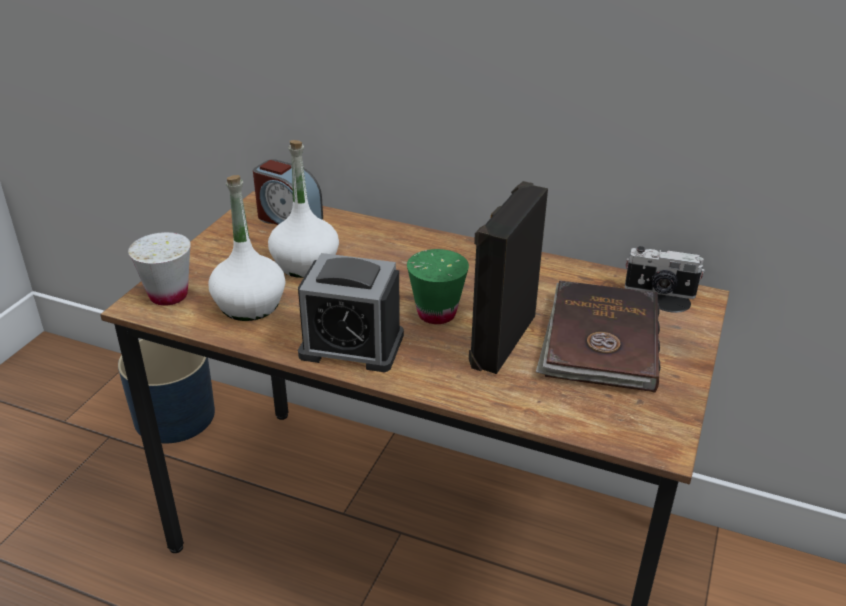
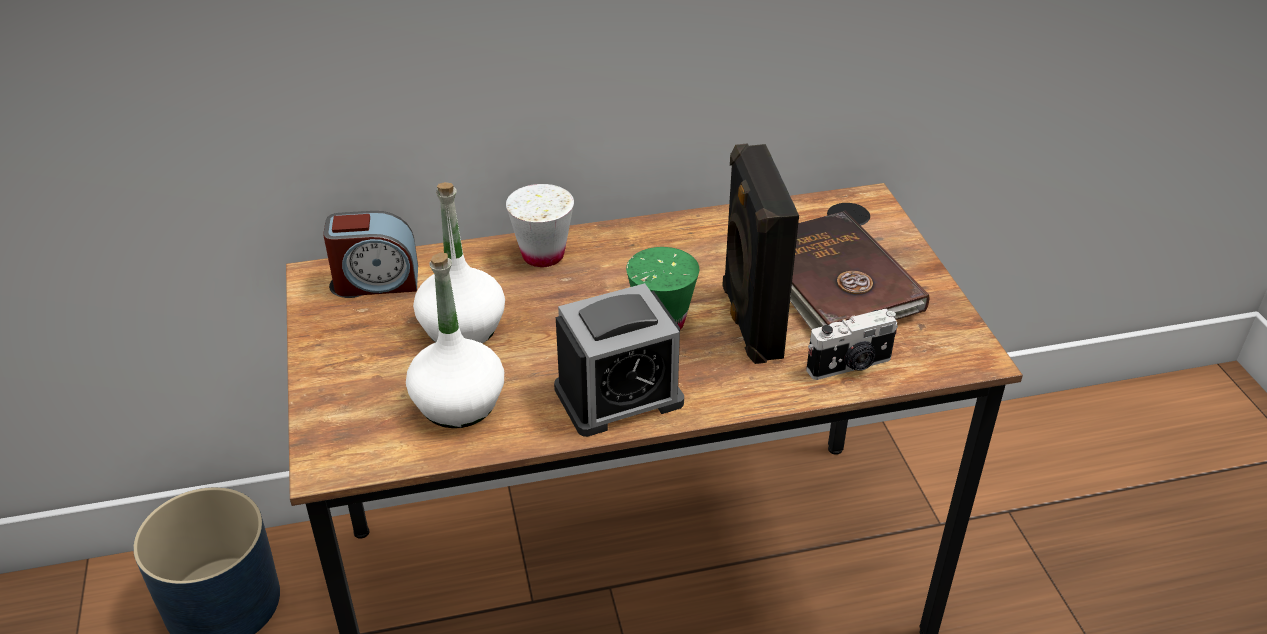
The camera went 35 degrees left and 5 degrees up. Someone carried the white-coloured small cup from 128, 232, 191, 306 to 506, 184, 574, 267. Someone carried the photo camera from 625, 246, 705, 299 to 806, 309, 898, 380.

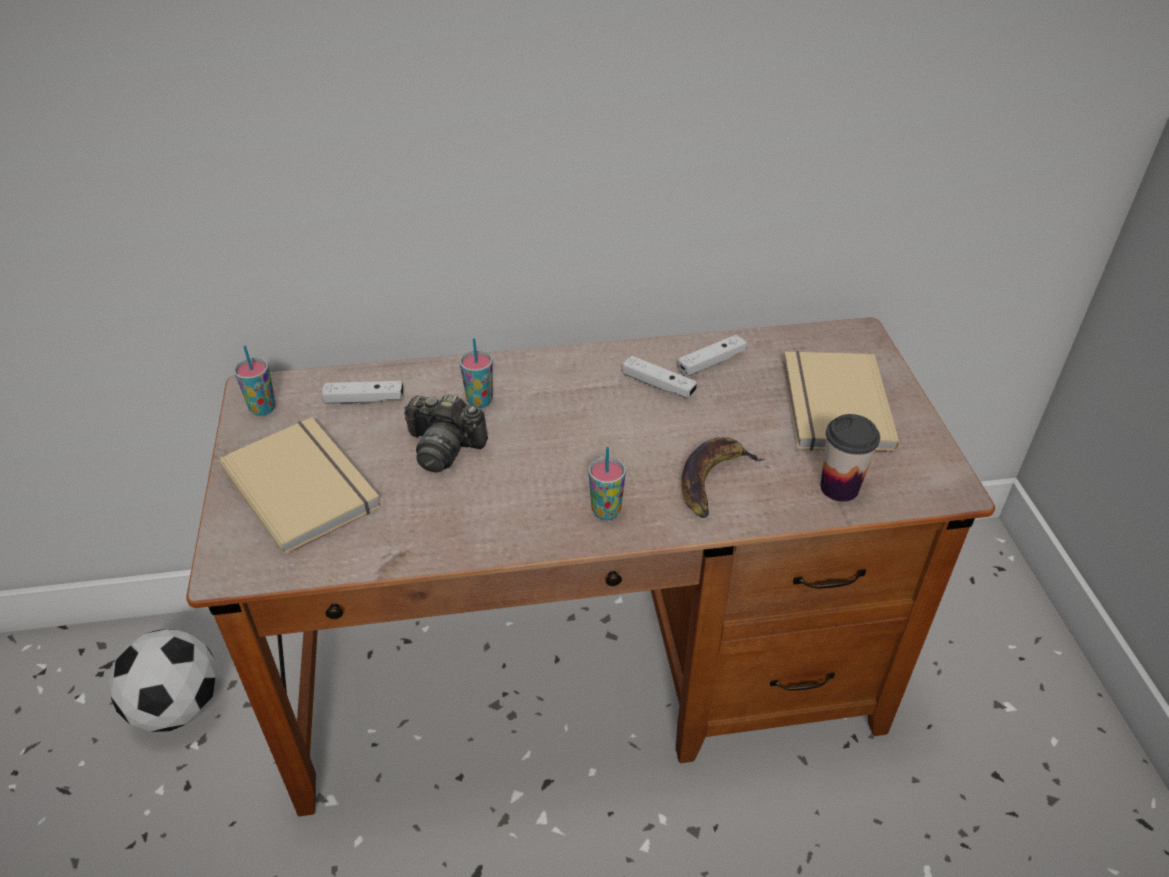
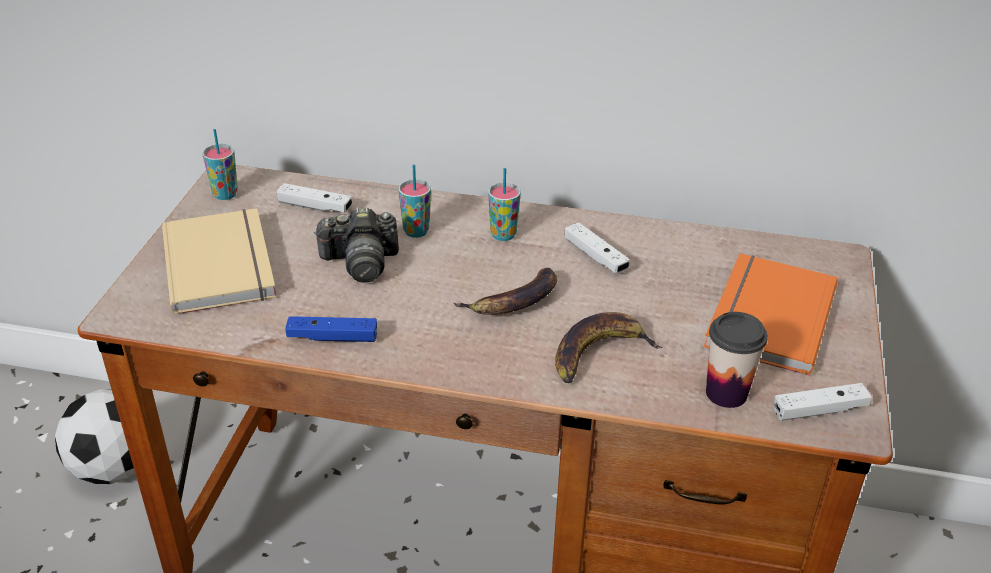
The camera went 20 degrees right and 5 degrees down. Someone put down the blue gamepad at 286, 316, 377, 342. Someone put down the banana fruit at 454, 268, 557, 315. Someone carried the small cup from 589, 447, 626, 520 to 488, 168, 521, 241. Someone carried the white-coloured gamepad from 678, 334, 747, 377 to 773, 383, 872, 421. Someone repainted the beige book at 783, 351, 900, 452, which became the orange-coloured book at 704, 253, 838, 375. Someone rotated the photo camera at 404, 394, 488, 473 by 45 degrees counterclockwise.

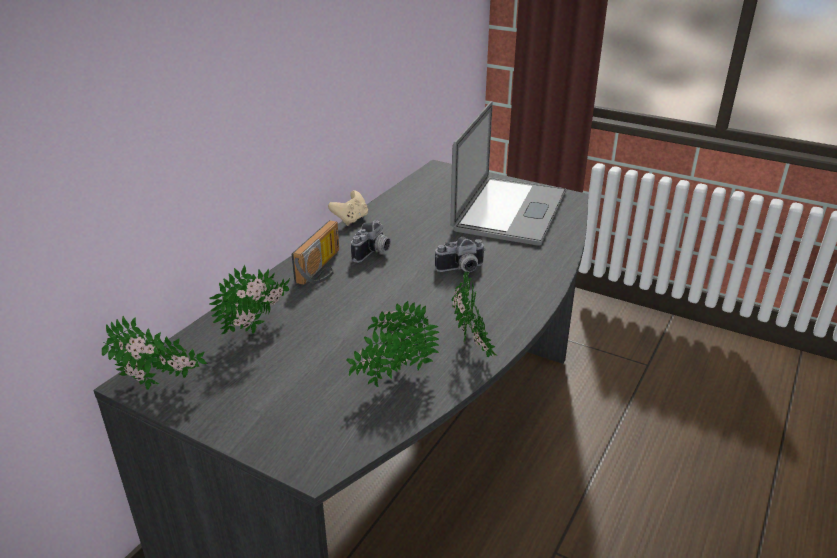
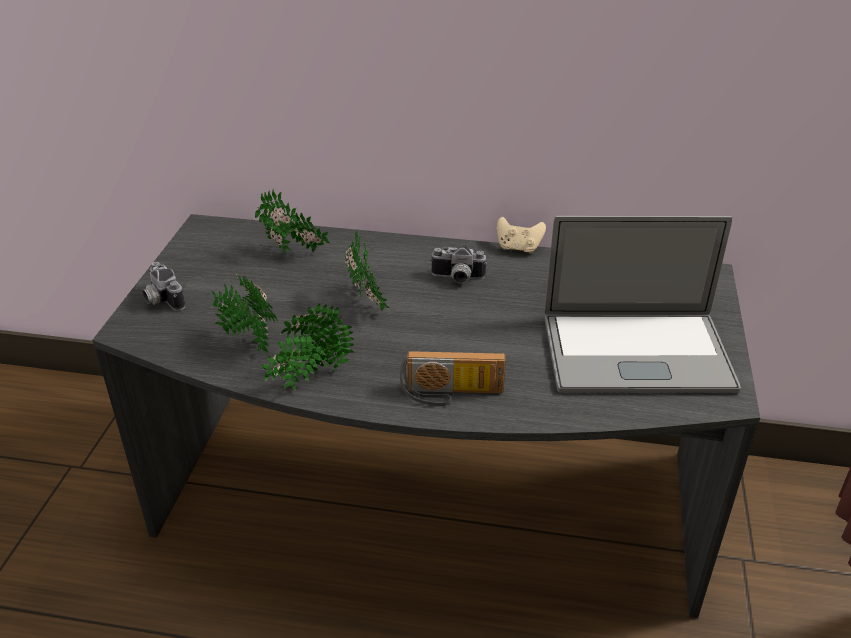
The camera went 70 degrees right and 5 degrees up. Someone carried the houseplant from 102, 316, 207, 390 to 345, 230, 390, 310. Someone carried the radio from 292, 220, 339, 285 to 400, 351, 506, 406. Someone carried the photo camera from 435, 237, 486, 272 to 142, 262, 185, 311.

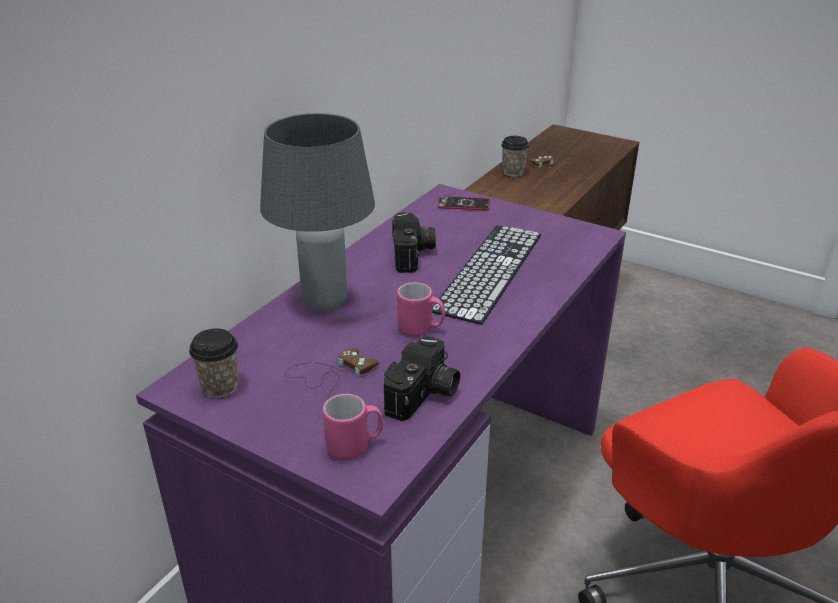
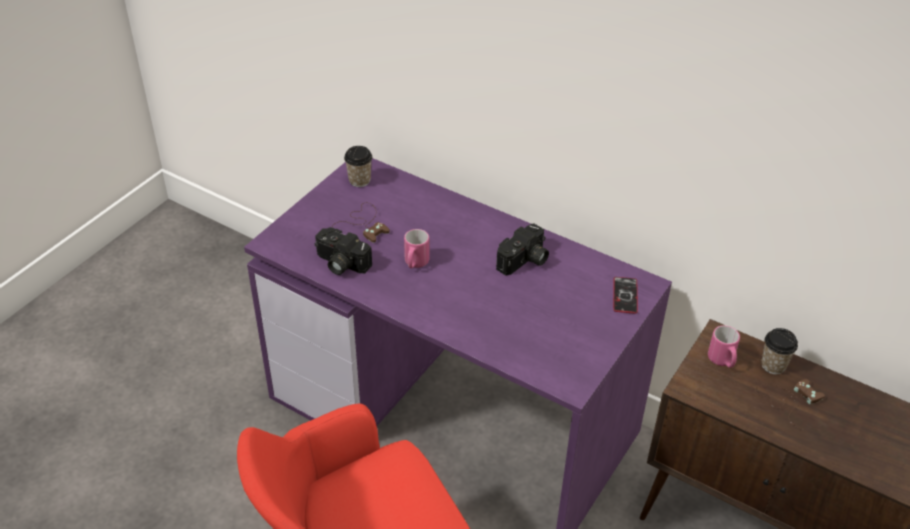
The camera went 90 degrees right and 10 degrees up. Someone took away the greyish table lamp at 260, 113, 375, 311. Someone took away the computer keyboard at 432, 225, 541, 325. Someone carried the pink coffee mug from 323, 394, 383, 461 to 708, 325, 740, 368. Someone rotated the photo camera at 392, 212, 436, 273 by 45 degrees counterclockwise.

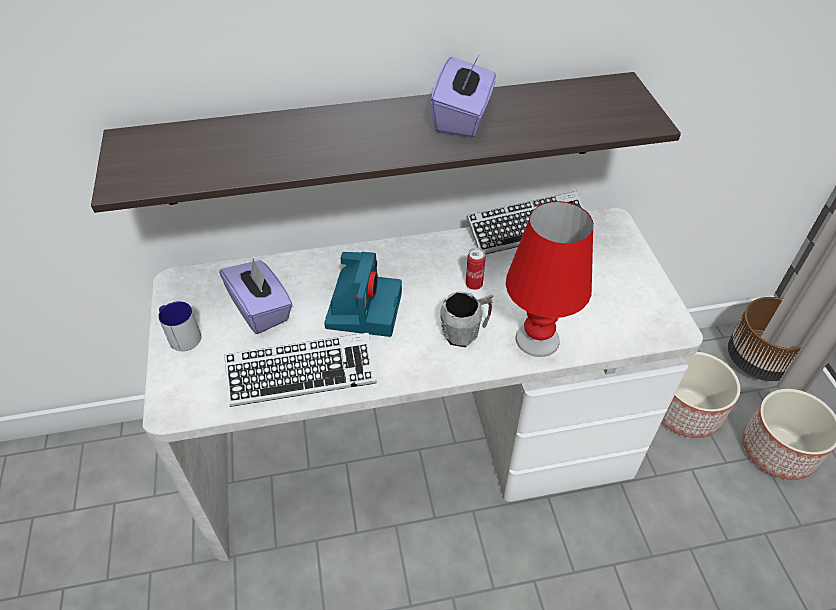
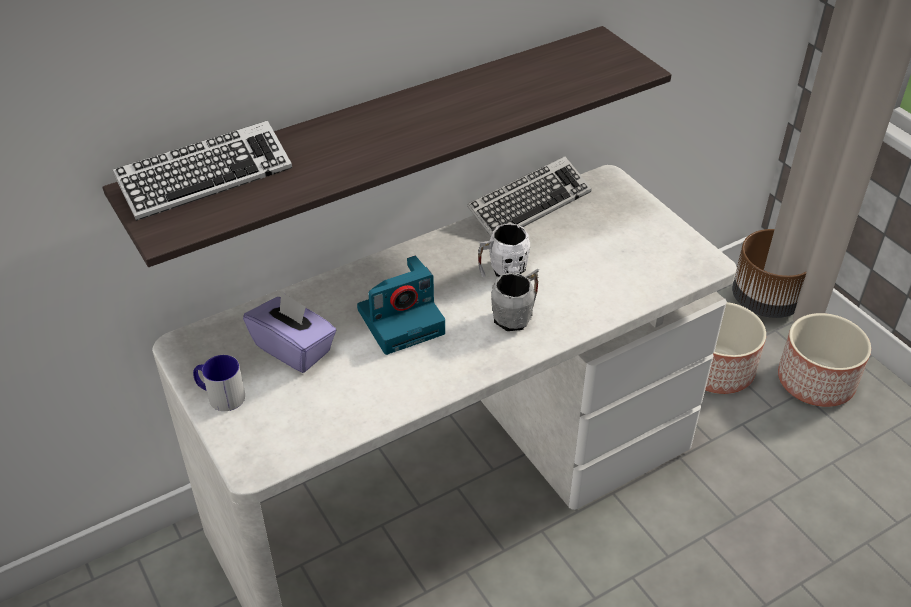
The camera went 20 degrees left and 5 degrees down. Someone took away the purplish tissue holder at 430, 54, 496, 138. Someone took away the red-coloured table lamp at 506, 201, 593, 357. Someone carried the computer keyboard from 224, 333, 377, 407 to 112, 120, 292, 221. Someone swapped the metal can at 466, 248, 486, 290 for the white-coloured coffee mug at 478, 223, 530, 277. Someone rotated the photo camera at 324, 252, 402, 337 by 75 degrees clockwise.

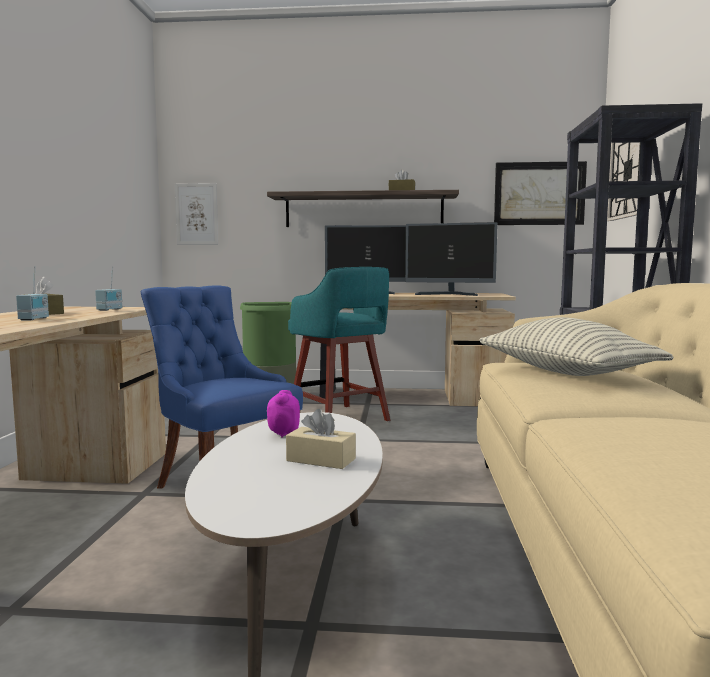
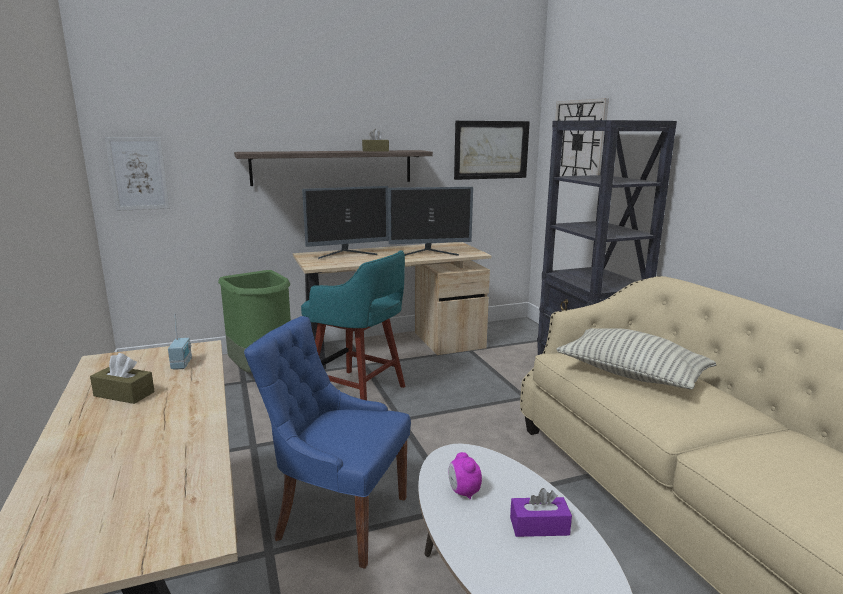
The camera went 25 degrees left and 10 degrees up. Someone took away the radio at 16, 267, 49, 321. Someone repainted the beige tissue holder at 286, 409, 356, 469, which became the purplish tissue holder at 510, 488, 572, 537.

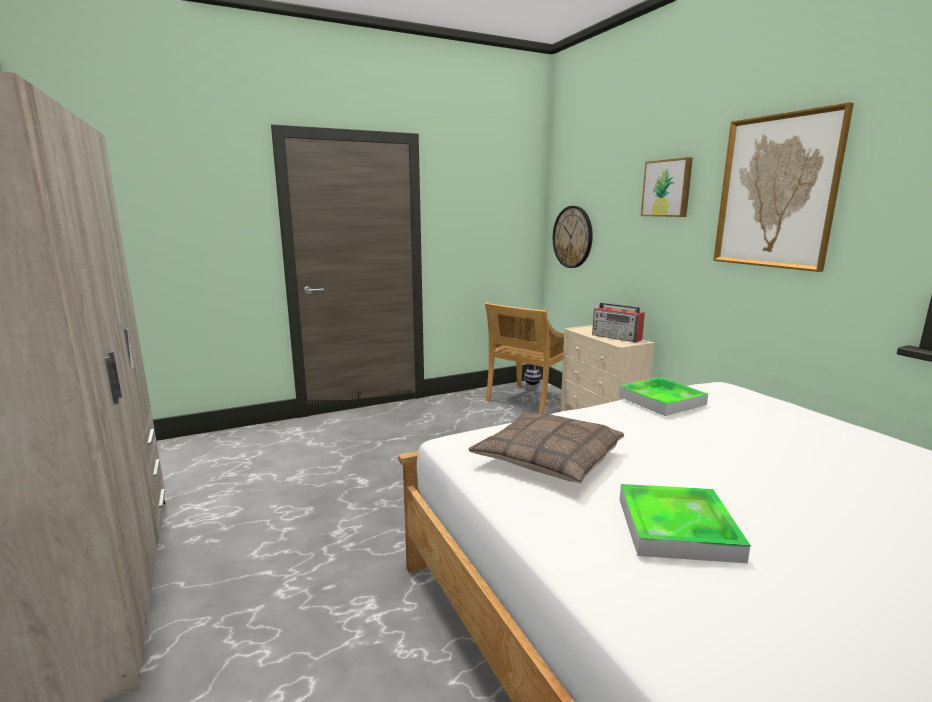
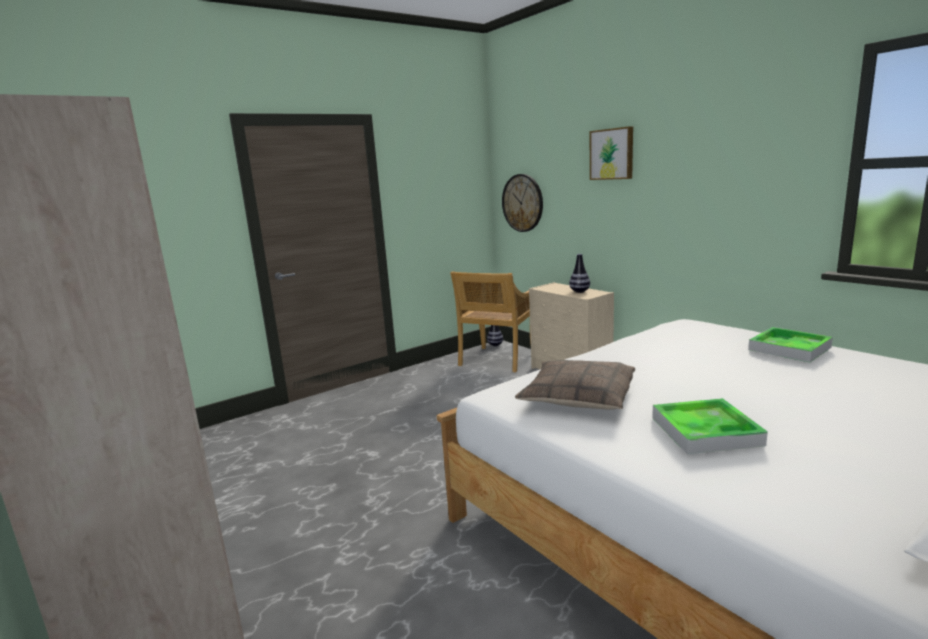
The camera went 10 degrees left and 0 degrees up. Someone took away the wall art at 713, 102, 854, 272. Someone carried the tray from 619, 377, 708, 416 to 748, 327, 833, 362. Someone swapped the radio at 592, 302, 645, 343 for the decorative vase at 569, 254, 590, 293.

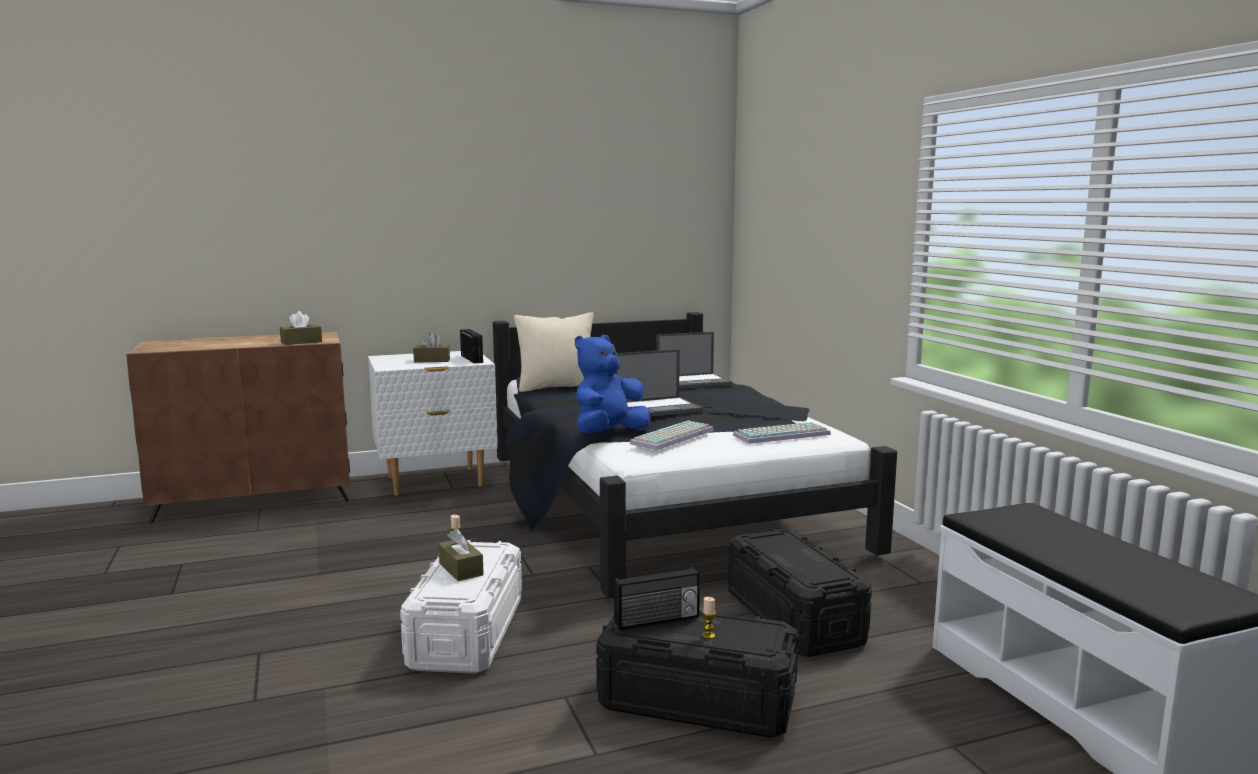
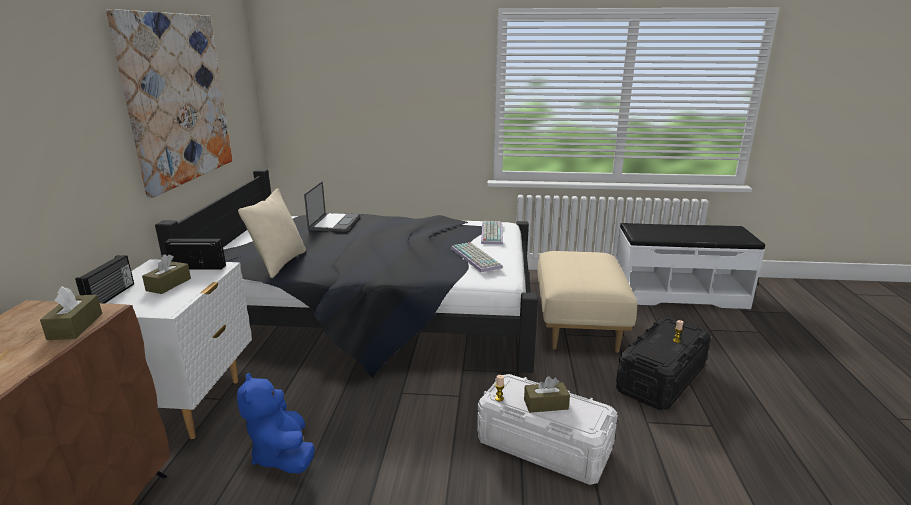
The camera went 65 degrees left and 10 degrees up. Someone took away the laptop at 615, 349, 703, 417. Someone put up the wall art at 106, 9, 232, 198. Someone carried the blue soft toy from 575, 335, 651, 433 to 237, 373, 315, 474. Someone carried the radio from 614, 567, 700, 630 to 75, 255, 134, 303. Someone swapped the black-coloured storage bin at 727, 529, 872, 657 for the beige footrest at 537, 251, 637, 352.

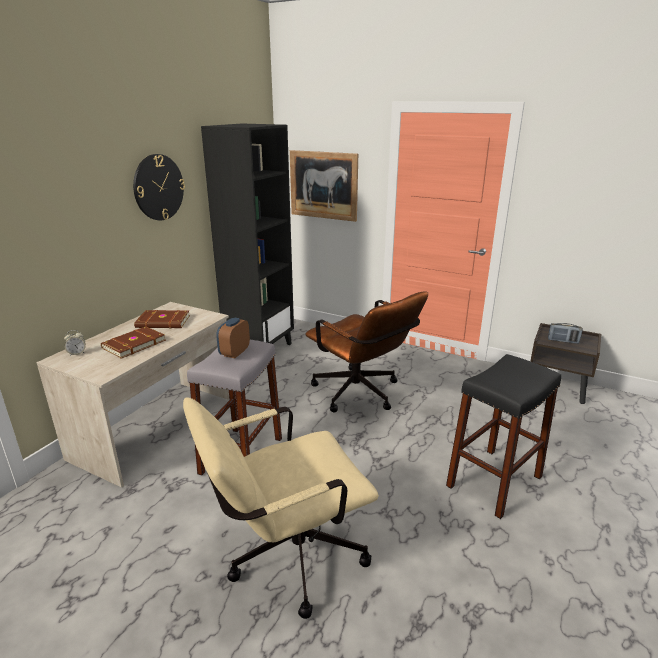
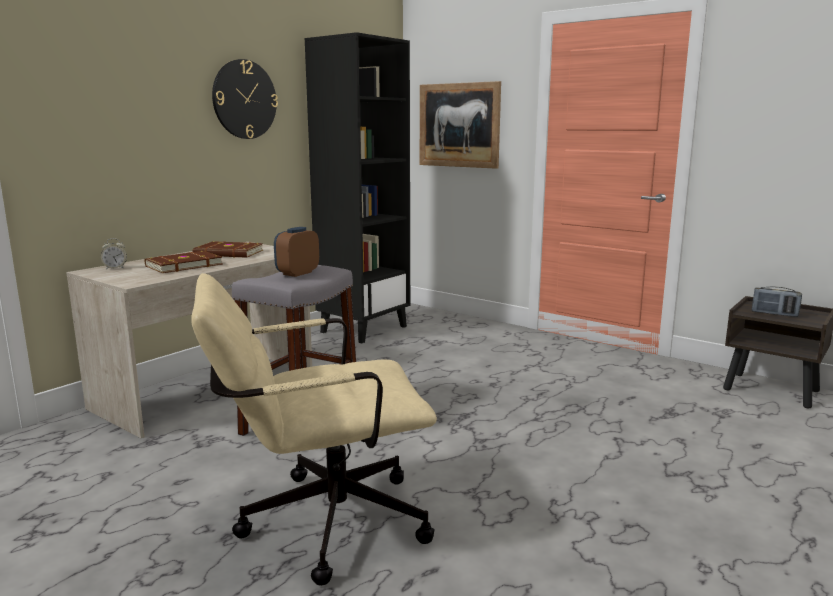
The camera went 10 degrees right and 10 degrees down. Someone took away the brown desk chair at 305, 291, 428, 412. Someone took away the black-coloured stool at 446, 354, 561, 519.

